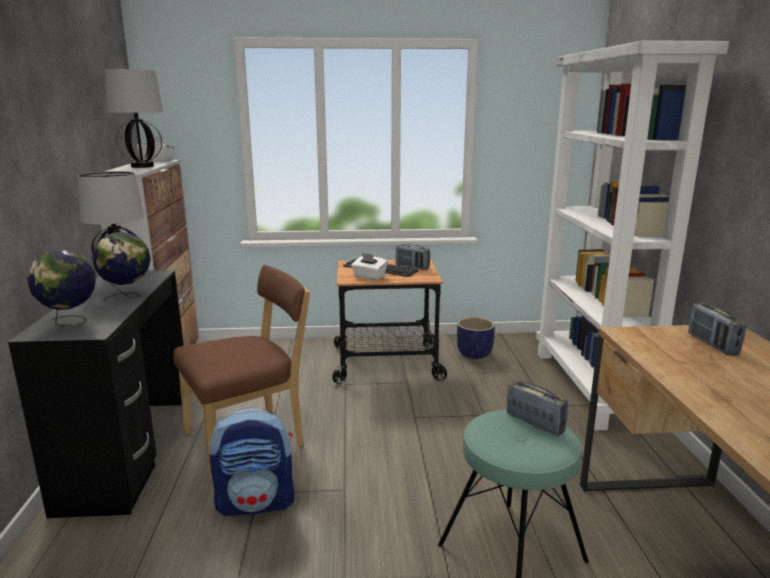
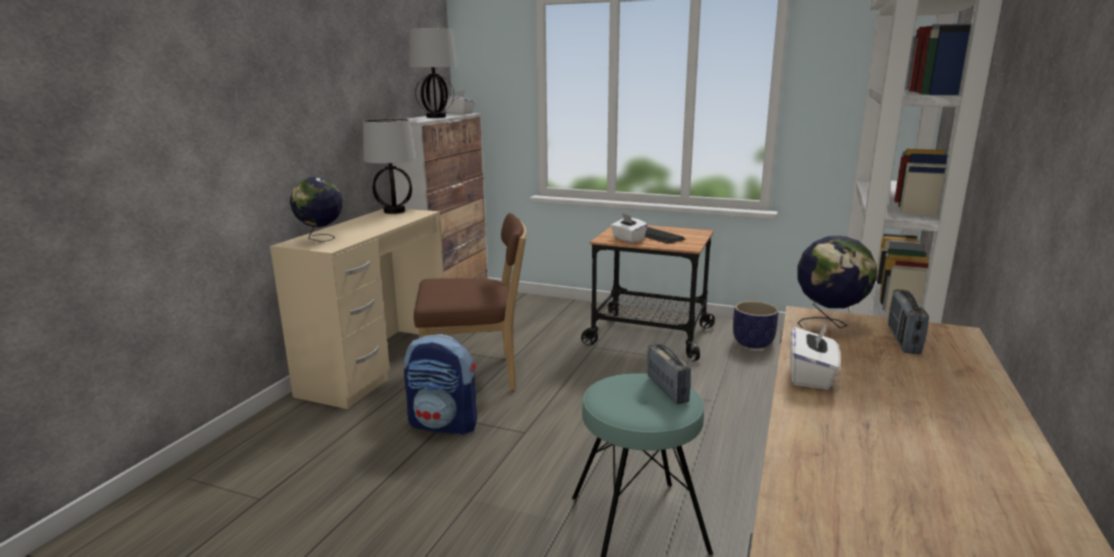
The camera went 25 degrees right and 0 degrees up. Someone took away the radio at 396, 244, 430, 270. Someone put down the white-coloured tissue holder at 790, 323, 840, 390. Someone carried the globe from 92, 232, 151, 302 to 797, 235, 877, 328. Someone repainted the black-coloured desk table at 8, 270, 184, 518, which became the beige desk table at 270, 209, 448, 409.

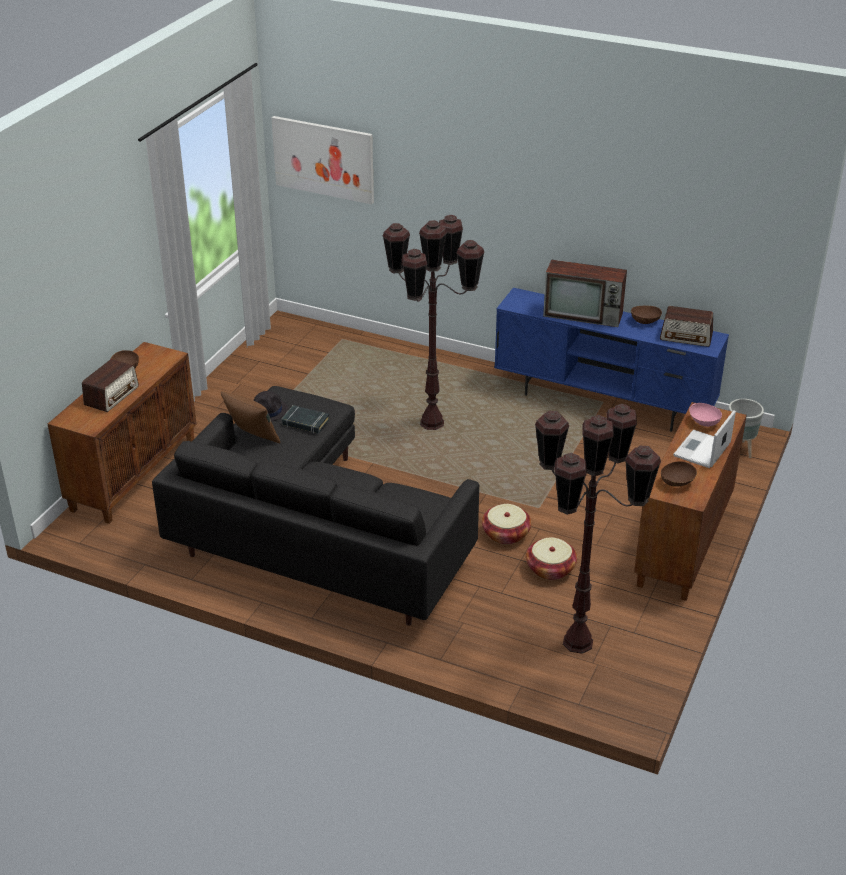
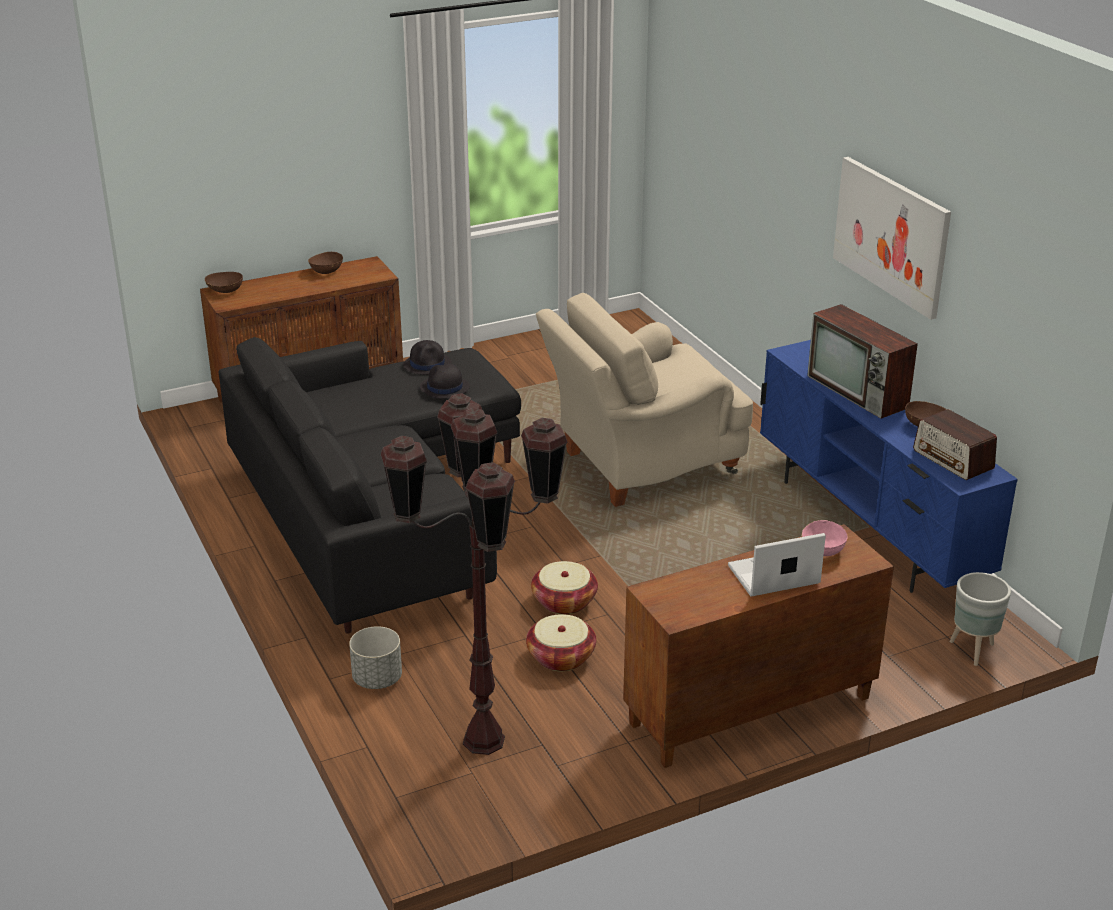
The camera went 40 degrees right and 5 degrees down. Someone took away the radio at 82, 359, 139, 412. Someone took away the brown cushion at 221, 391, 281, 443. Someone put down the greyish plant pot at 349, 626, 402, 689. Someone carried the wall art from 271, 116, 374, 204 to 833, 157, 951, 320. Someone carried the brown serving bowl from 661, 461, 697, 487 to 205, 272, 243, 293. Someone swapped the black-coloured book at 282, 405, 330, 434 for the black-coloured clothing hat at 420, 364, 470, 399. Someone swapped the brown standard lamp at 383, 215, 484, 430 for the beige armchair at 536, 293, 753, 507.

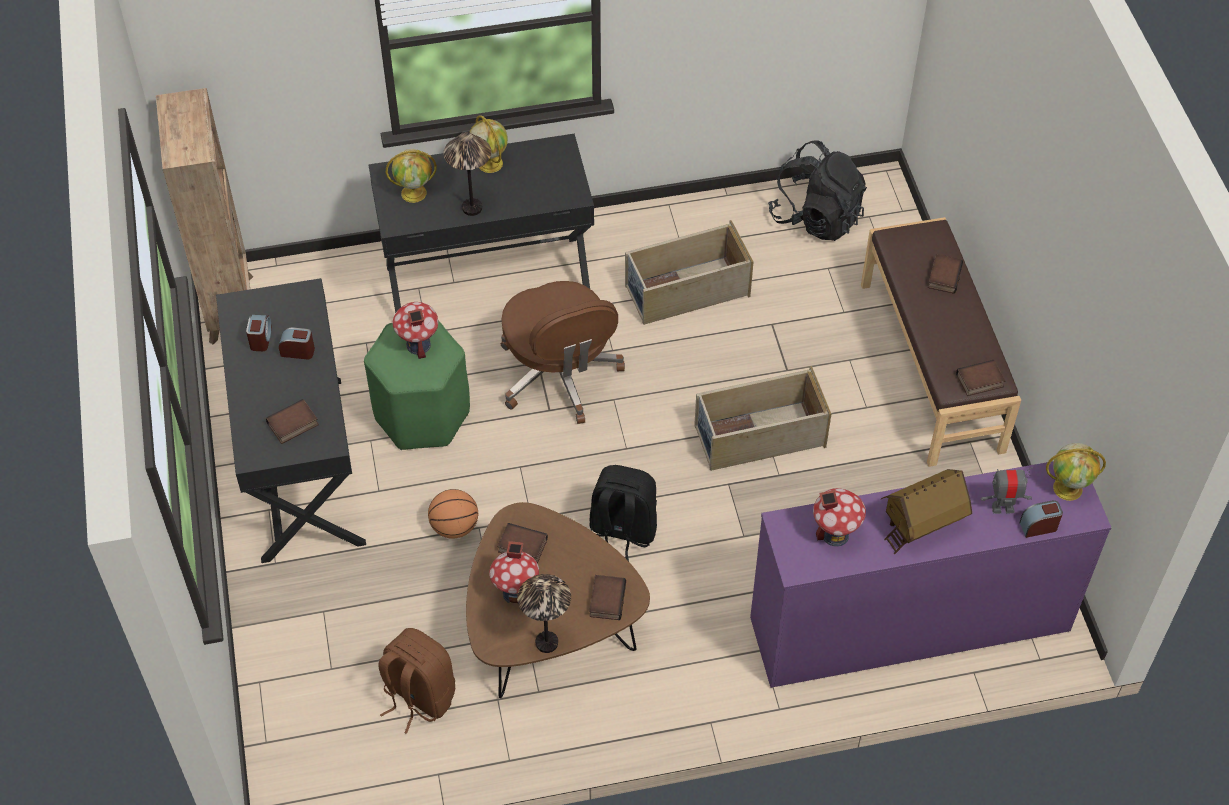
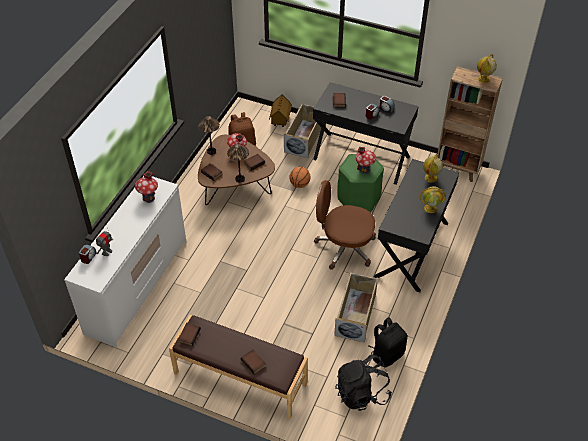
The camera went 125 degrees right and 5 degrees down. Someone carried the table lamp from 443, 132, 492, 216 to 227, 143, 249, 183. Someone carried the black-coloured knapsack from 589, 465, 657, 561 to 369, 317, 408, 367. Someone carried the beige storage bin from 694, 366, 831, 471 to 284, 103, 323, 158. Someone carried the miniature house from 881, 469, 972, 554 to 269, 94, 292, 127. Someone carried the globe from 1046, 443, 1106, 501 to 477, 54, 497, 83. Someone repainted the purplish chest of drawers at 750, 461, 1112, 688, which became the white-coloured chest of drawers at 64, 176, 187, 347.

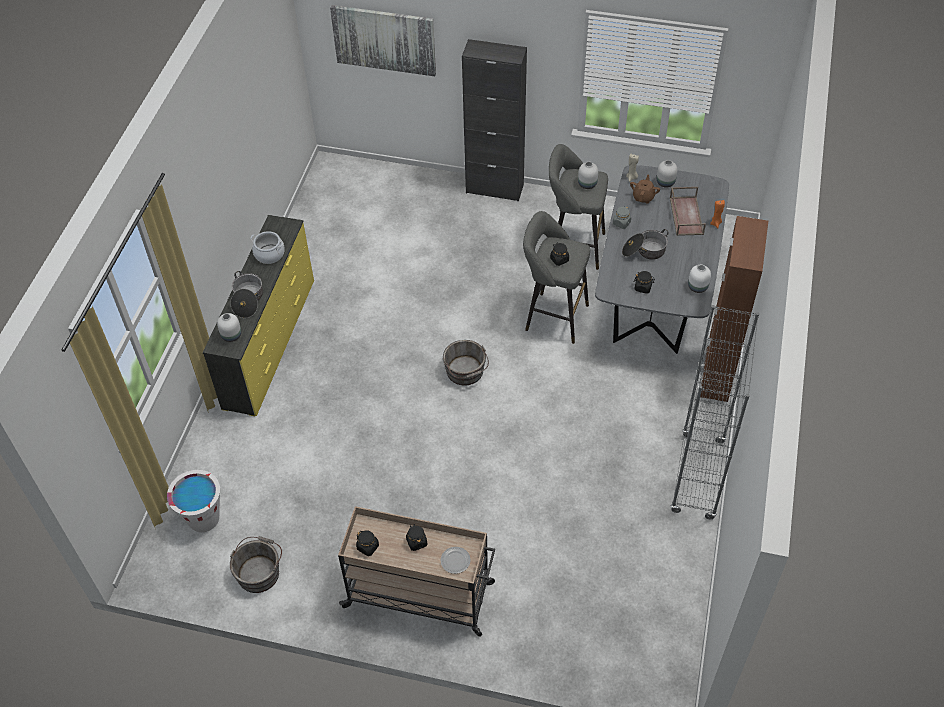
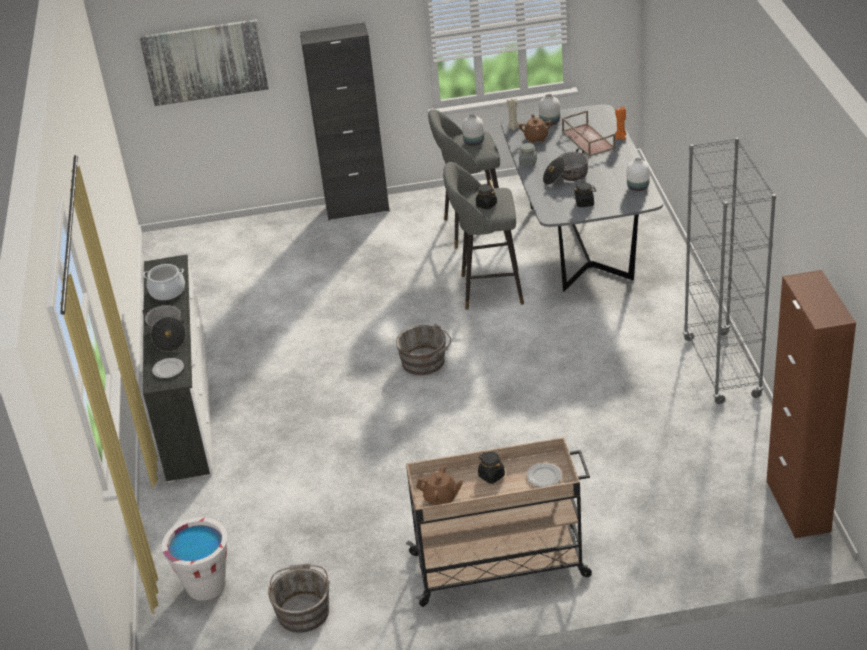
The camera went 20 degrees left and 15 degrees down. Someone carried the brown cabinet from 700, 216, 768, 402 to 766, 270, 856, 538. Someone swapped the white-coloured decorative vase at 217, 313, 241, 342 for the dinner plate at 152, 358, 184, 378. Someone swapped the black-coloured preserve jar at 356, 530, 379, 556 for the brown tea pot at 416, 466, 463, 505. Someone repainted the yellow chest of drawers at 203, 215, 314, 416, which became the white-coloured chest of drawers at 143, 255, 213, 483.

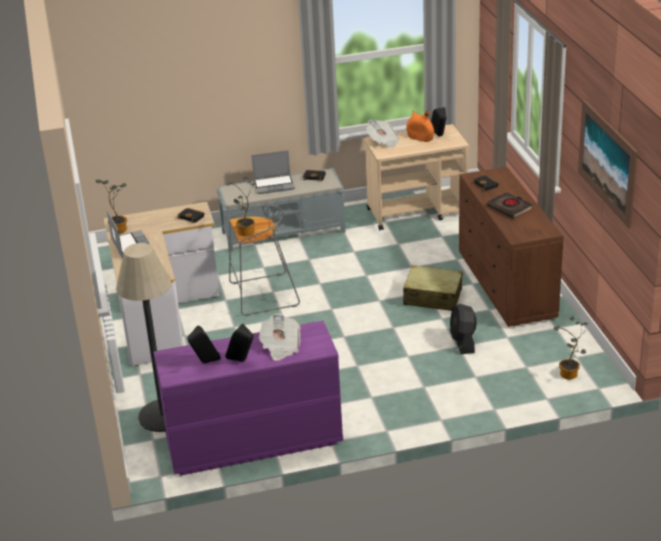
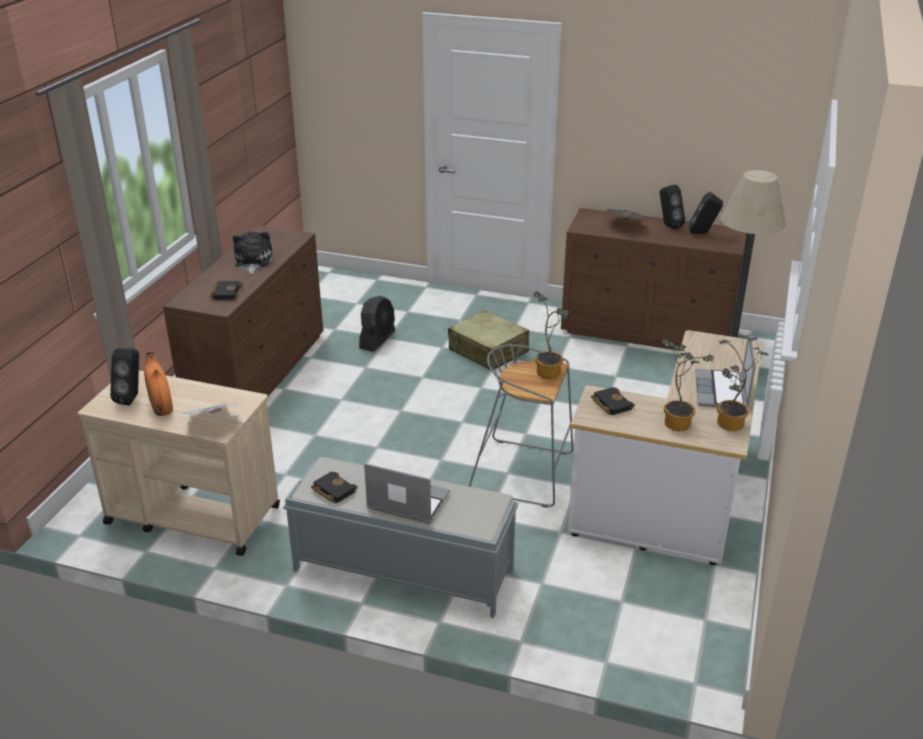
The camera went 150 degrees left and 0 degrees up. Someone took away the wall art at 578, 100, 638, 229. Someone carried the beige suitcase from 403, 265, 463, 311 to 448, 310, 529, 370. Someone carried the houseplant from 554, 316, 589, 380 to 662, 339, 714, 431. Someone swapped the black-coloured book at 488, 193, 533, 219 for the soft toy at 232, 231, 272, 274. Someone repainted the purplish chest of drawers at 154, 321, 343, 476, which became the brown chest of drawers at 561, 208, 747, 351.

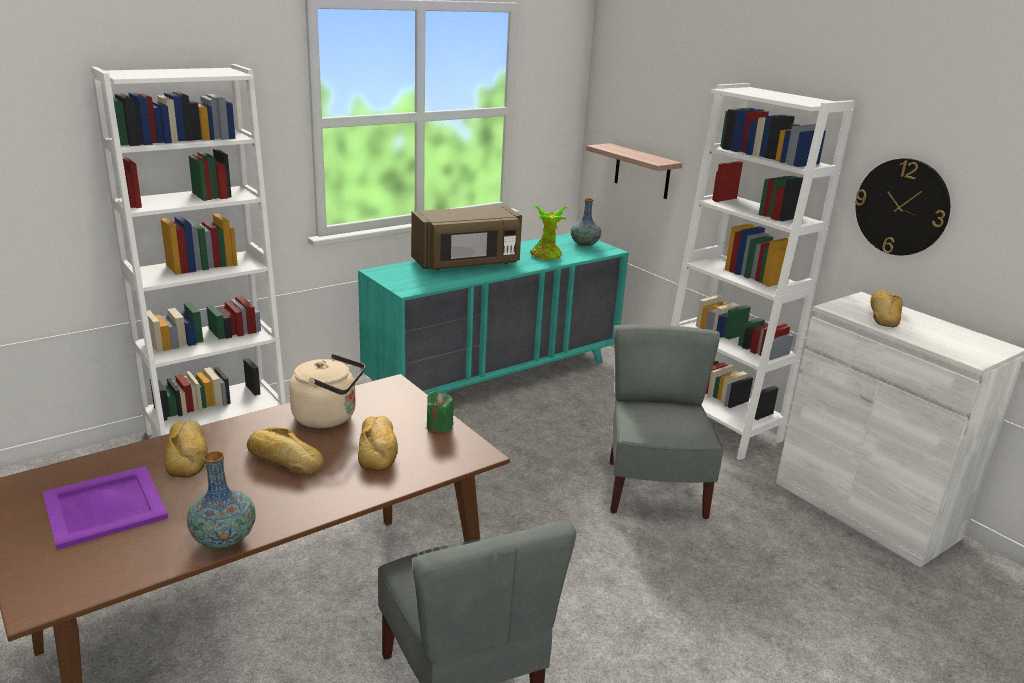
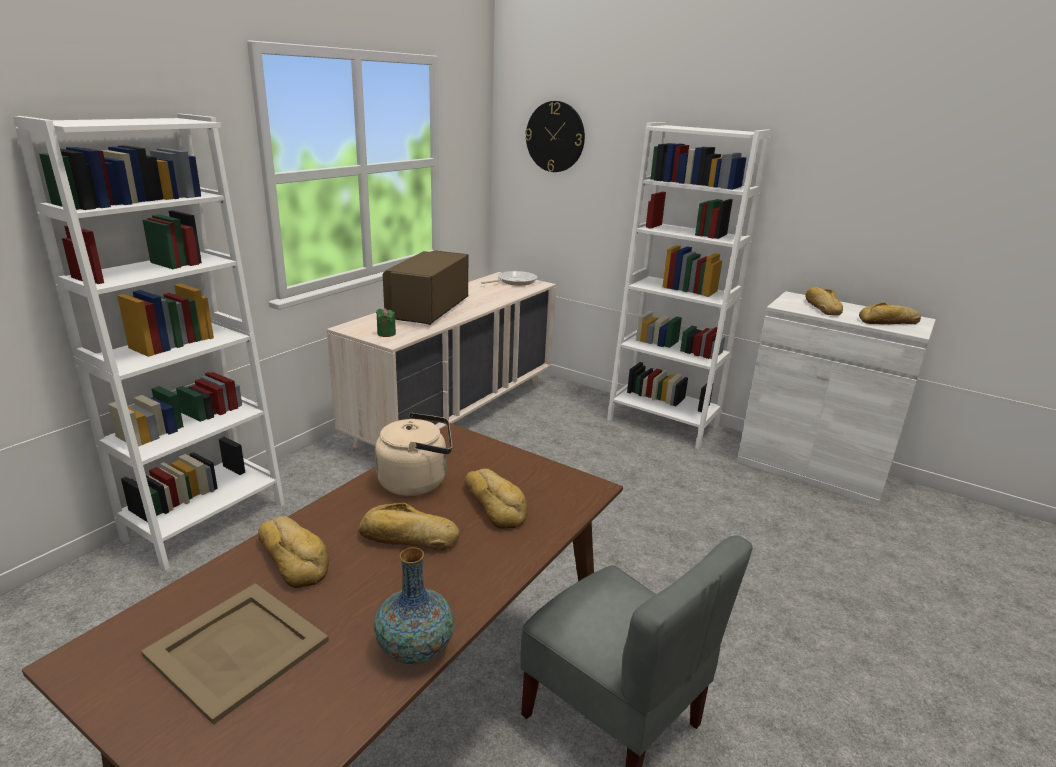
The camera went 20 degrees left and 0 degrees up. Someone took away the houseplant at 530, 205, 568, 260. Someone took away the bracket shelf at 586, 143, 683, 199. Someone took away the greyish upright chair at 610, 324, 723, 519. Someone put down the bakery bread at 859, 302, 921, 324. Someone carried the greenish candle from 427, 391, 454, 434 to 376, 308, 396, 337. Someone carried the clock on the wall from 855, 158, 950, 256 to 525, 101, 585, 172. Someone swapped the decorative vase at 571, 198, 601, 246 for the pan at 481, 271, 538, 285. Someone repainted the purplish tray at 42, 466, 168, 550, which became the beige tray at 141, 583, 329, 725. Someone repainted the turquoise-coloured chest of drawers at 358, 233, 629, 395, which became the beige chest of drawers at 327, 272, 556, 448. Someone rotated the brown microwave oven at 411, 205, 522, 270 by 150 degrees clockwise.

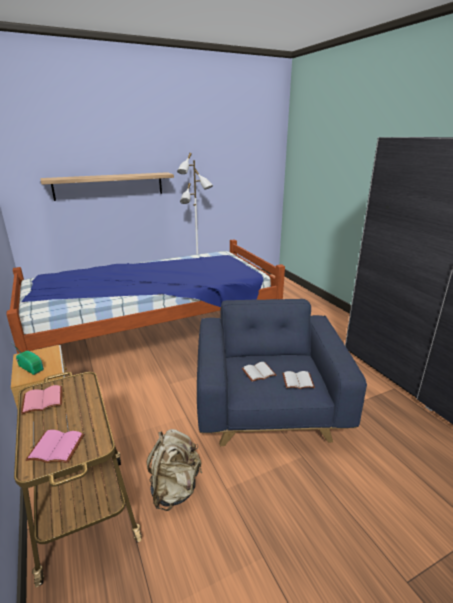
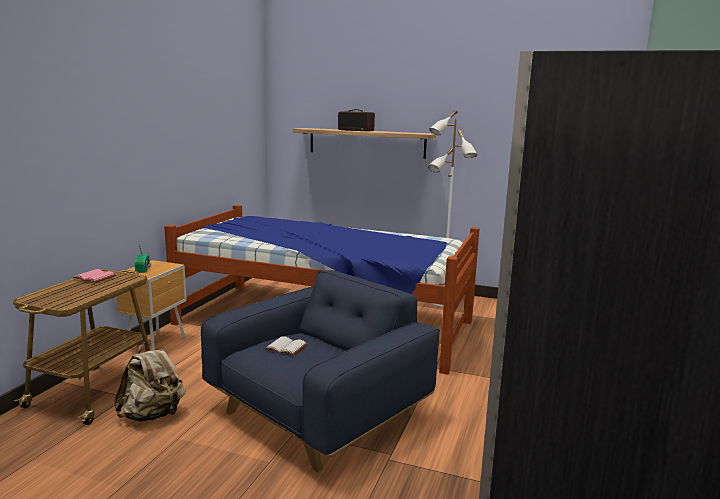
The camera went 45 degrees right and 10 degrees down. Someone took away the pink book at 25, 430, 84, 463. Someone took away the white-coloured book at 283, 371, 315, 389. Someone put down the radio at 338, 109, 375, 131.

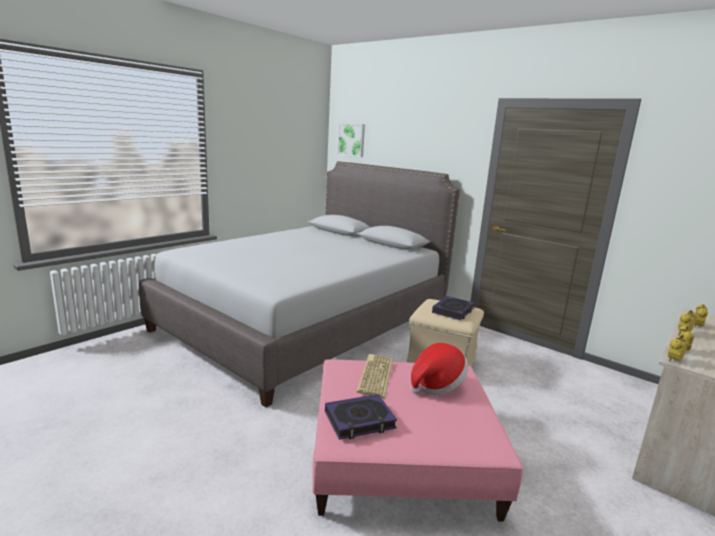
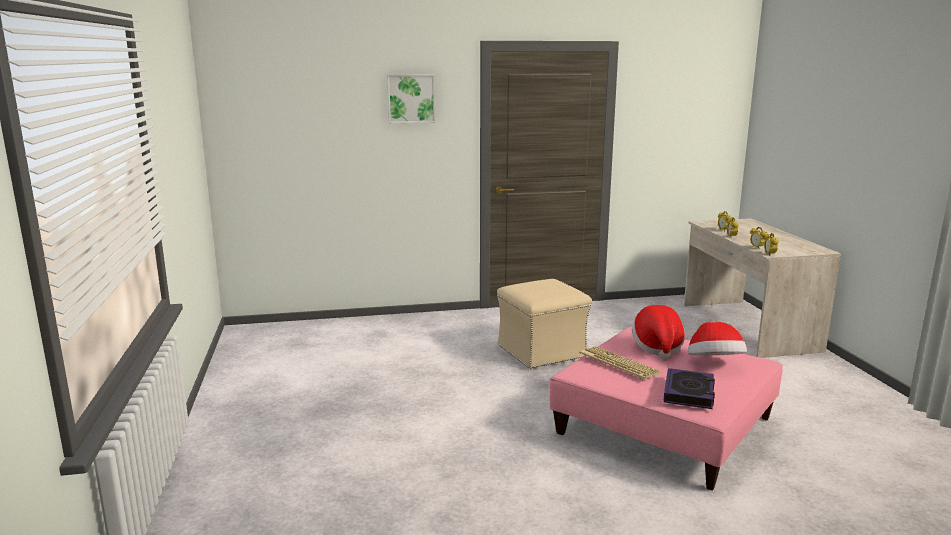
The camera went 50 degrees left and 0 degrees up. Someone took away the greyish bed at 139, 161, 460, 407. Someone took away the book at 432, 296, 474, 320. Someone put down the clothing hat at 688, 322, 747, 355. Someone carried the wall art from 337, 123, 365, 157 to 387, 75, 435, 123.

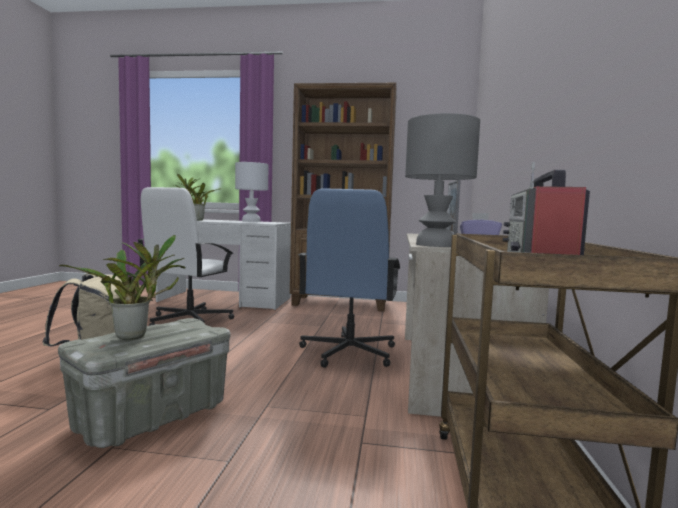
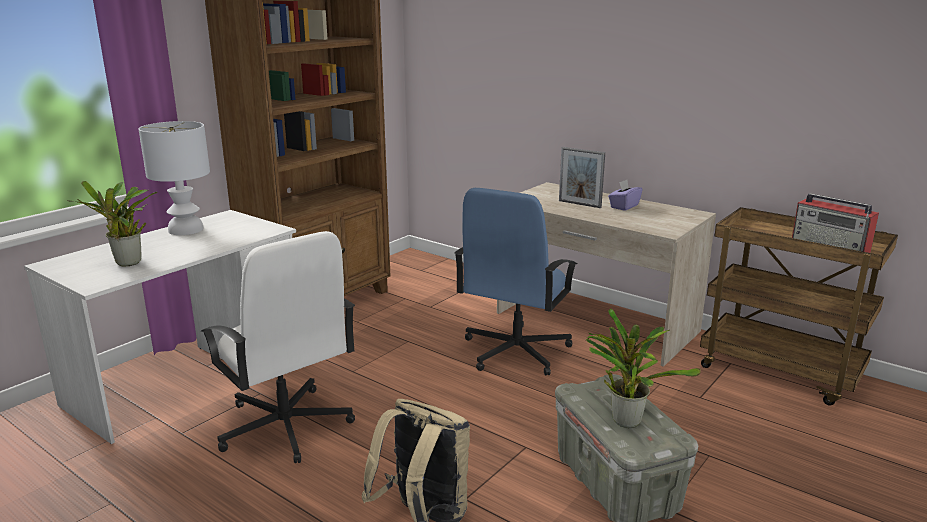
The camera went 60 degrees left and 15 degrees up. Someone took away the greyish table lamp at 405, 113, 480, 247. Someone rotated the blue desk chair at 298, 189, 400, 368 by 75 degrees clockwise.

